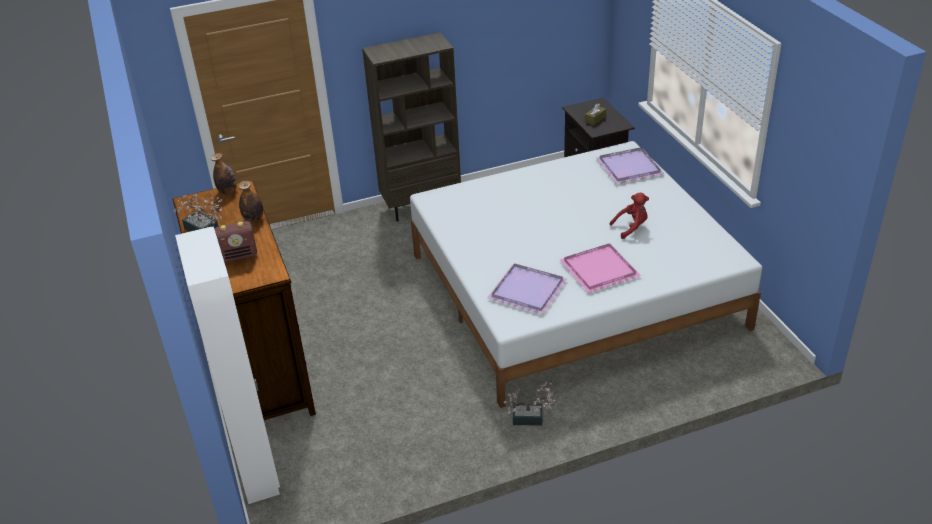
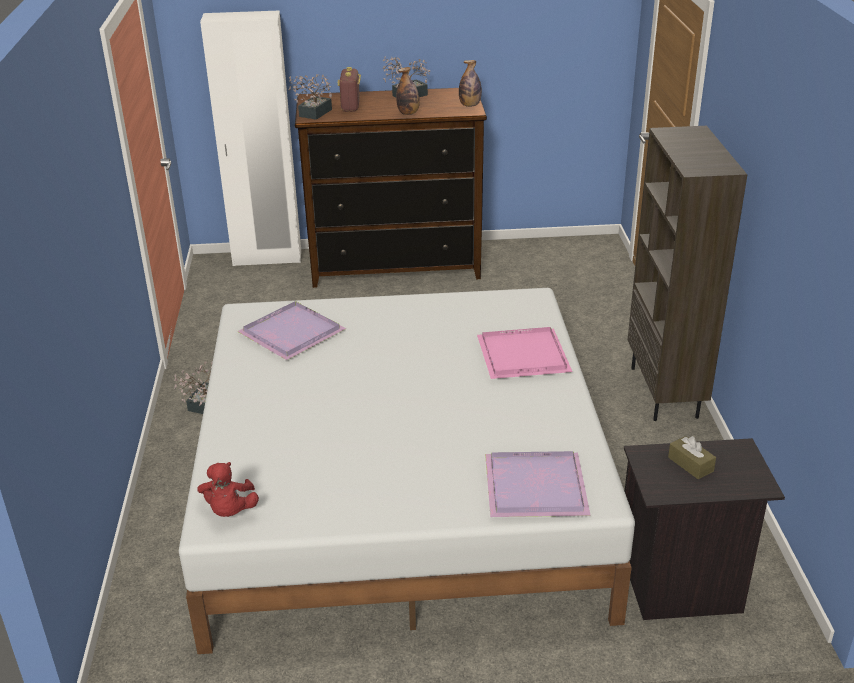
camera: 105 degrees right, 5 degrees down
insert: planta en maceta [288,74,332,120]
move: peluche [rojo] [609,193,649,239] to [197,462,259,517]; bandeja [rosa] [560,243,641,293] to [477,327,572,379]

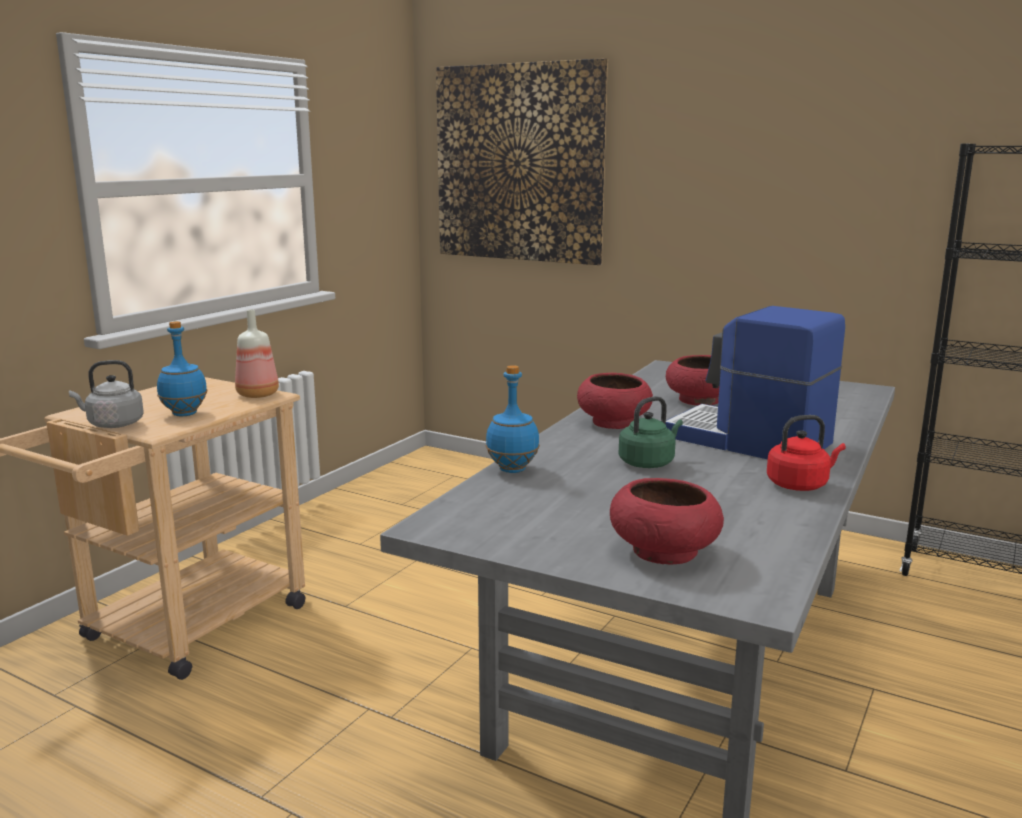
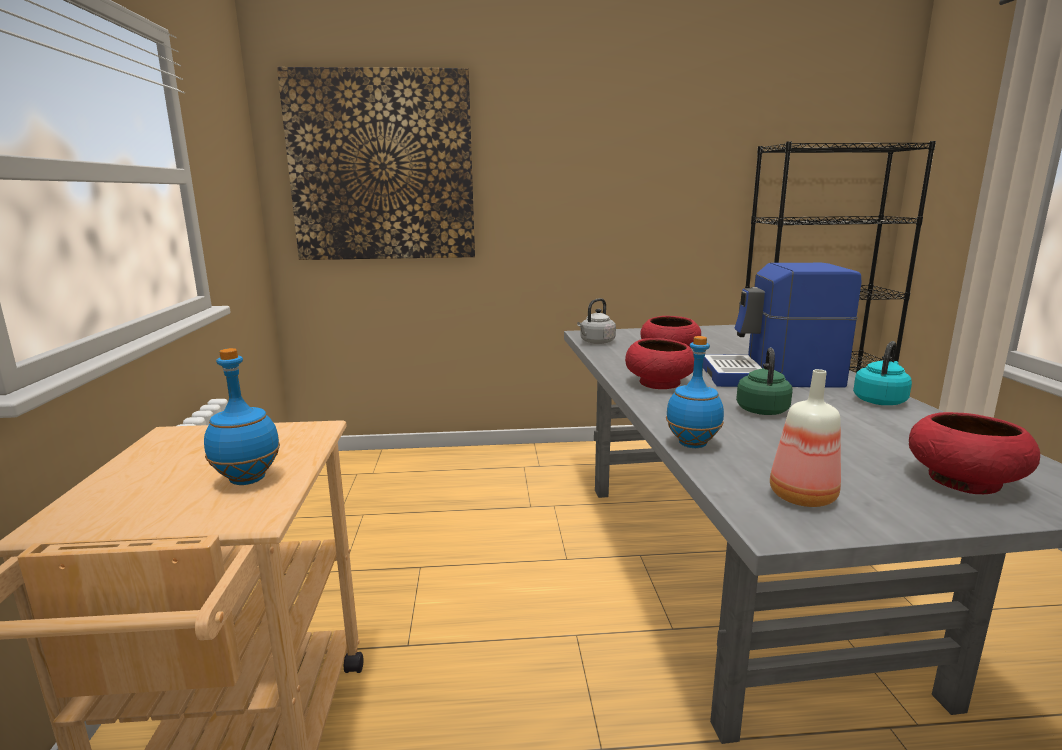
camera: 35 degrees left, 0 degrees up
move: hervidor [gris] [69,360,144,428] to [577,298,616,344]; botella [235,309,279,398] to [770,369,841,507]
recolor: hervidor [rojo] [767,415,846,491] to hervidor [turquesa] [853,341,912,405]

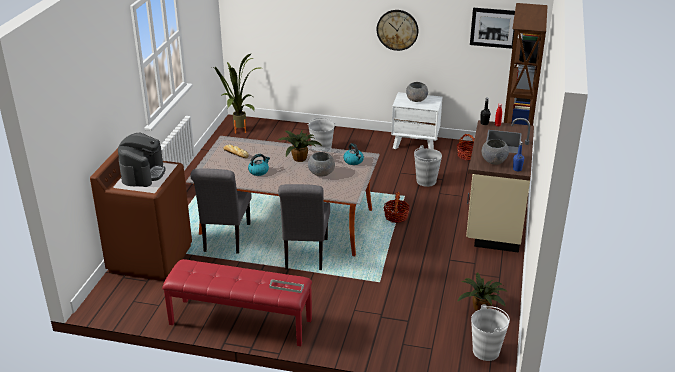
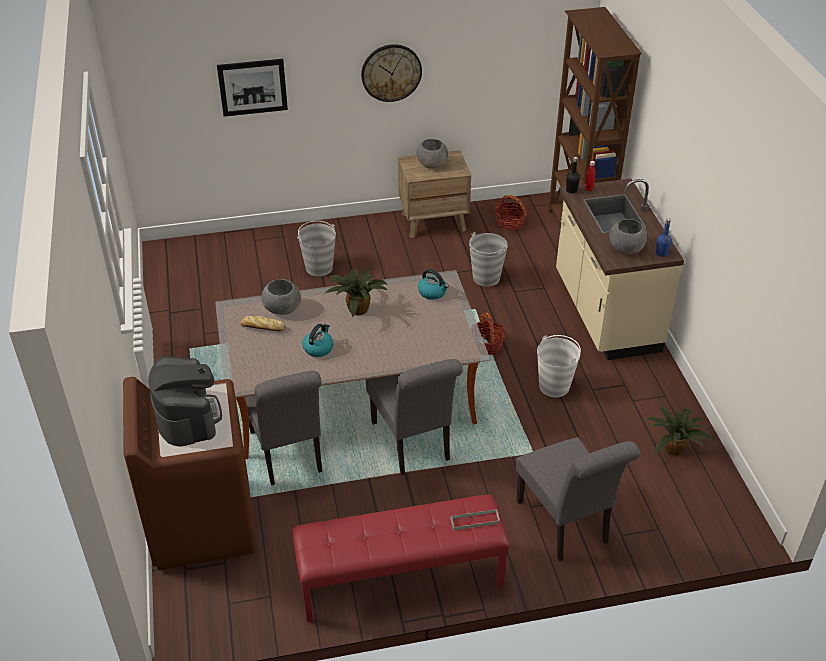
camera: 25 degrees left, 10 degrees up
delete: planta en maceta [212,54,261,134]
insert: silla [gris] [515,437,640,561]
move: cuadro [470,8,515,49] to [217,59,288,117]; cuenco [gris] [308,152,335,177] to [261,279,301,315]; cubo [blanco] [471,304,510,361] to [537,335,581,397]
recolor: mesita de noche [blanco] [391,92,442,149] to mesita de noche [marrón] [398,150,471,238]

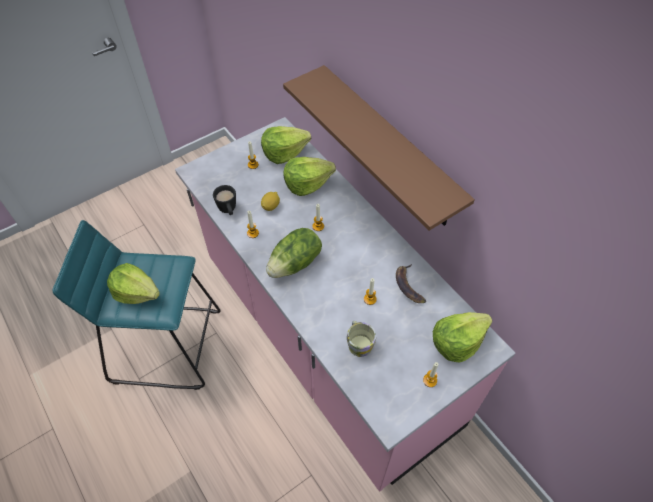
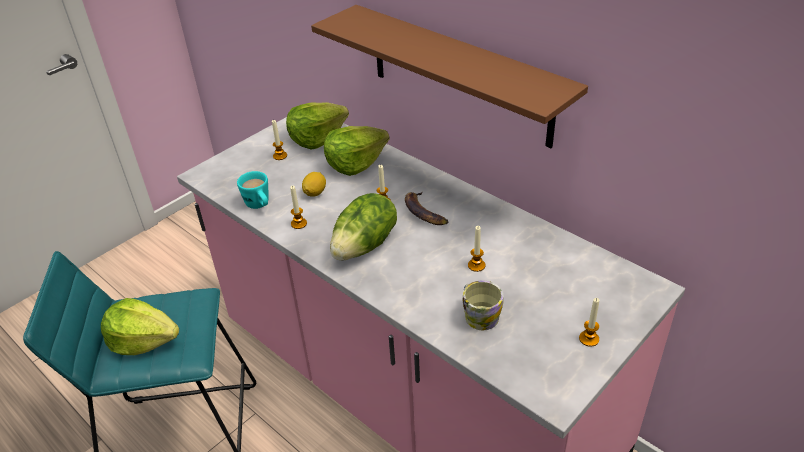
camera: 10 degrees left, 15 degrees down
delete: lechuga [433,312,493,362]
move: plátano [396,264,426,303] to [405,192,448,225]
recolor: taza grande [negro] [213,185,236,215] to taza grande [turquesa] [237,171,269,209]

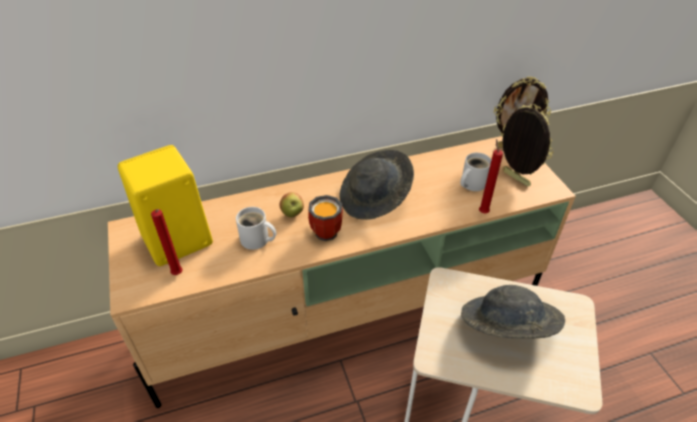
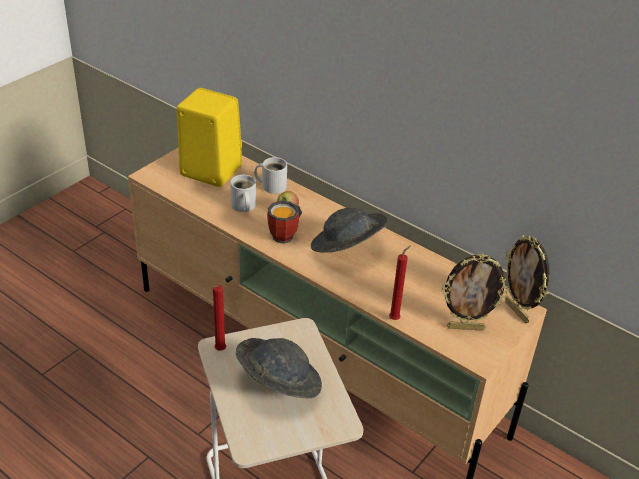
camera: 55 degrees right, 5 degrees down
move: vela [rojo] [151,209,182,275] to [213,285,226,351]; taza grande [blanco] [460,153,491,191] to [254,157,287,194]
rotate: portarretratos [503,104,553,187] = [441,254,509,331] 75 degrees clockwise

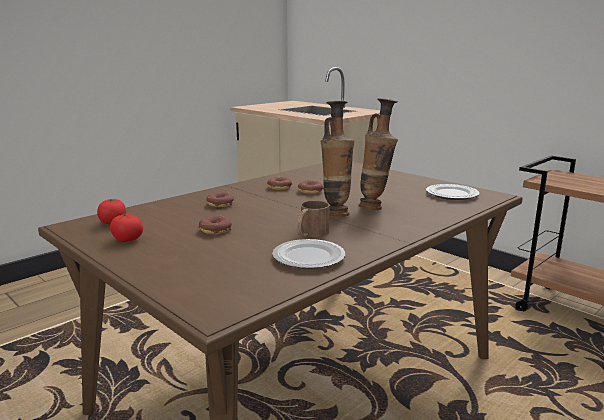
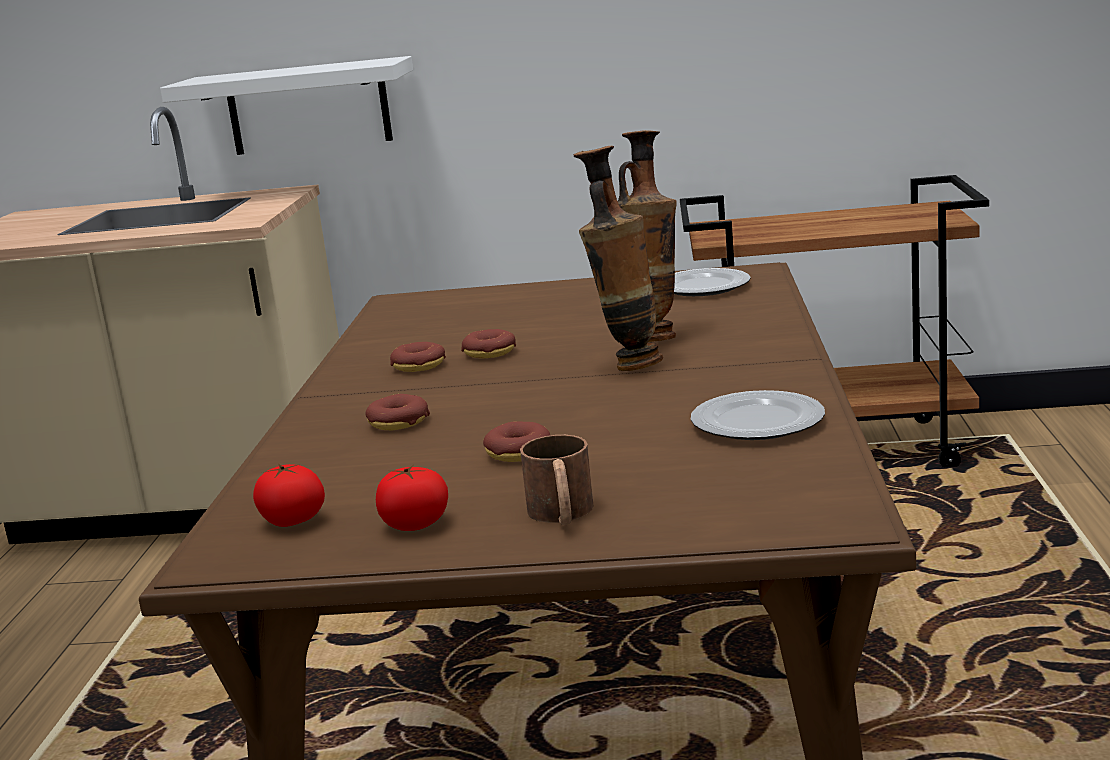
camera: 40 degrees left, 0 degrees up
insert: estante [blanco] [160,56,413,155]
move: taza grande [marrón] [297,201,330,237] to [520,435,594,525]

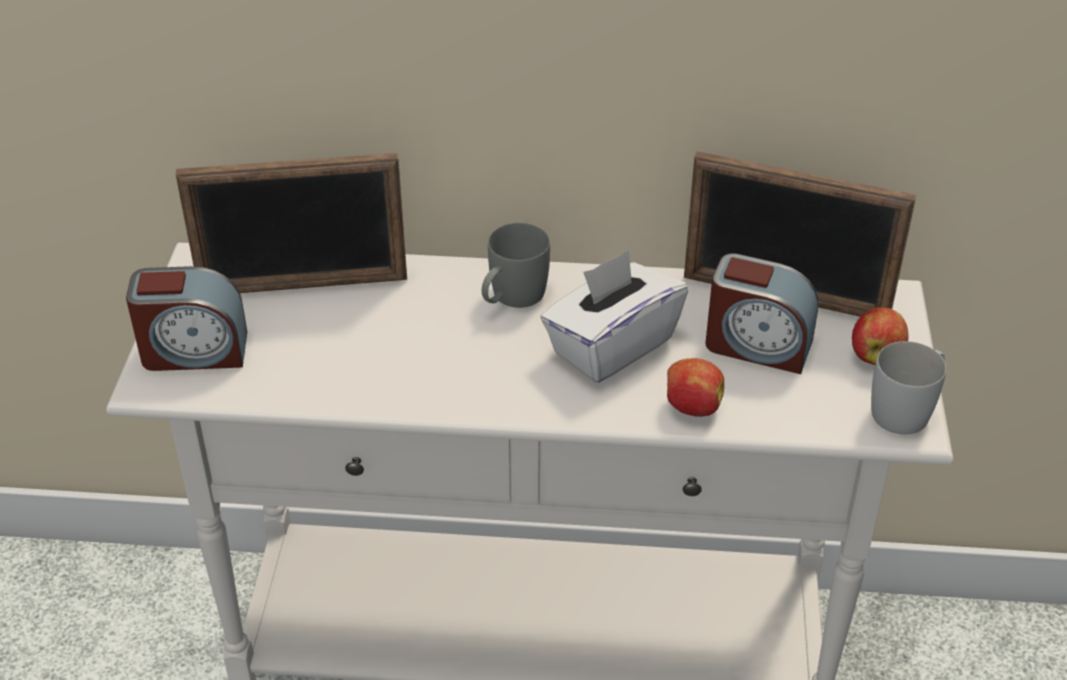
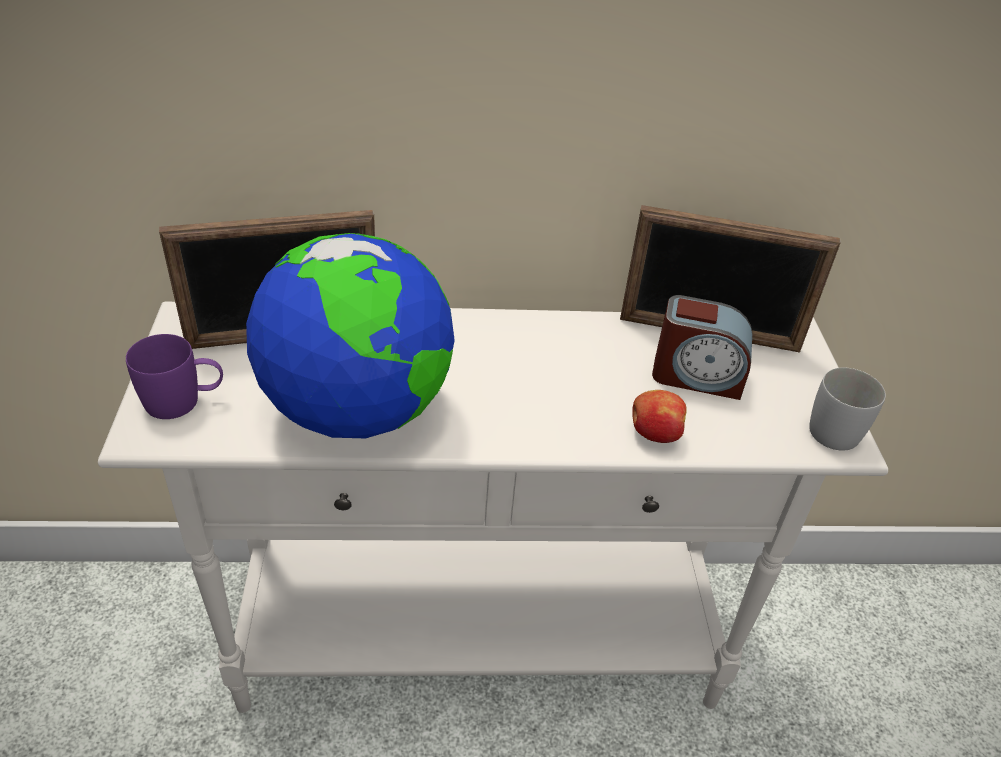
camera: 10 degrees left, 0 degrees up
delete: taza grande [gris] [482,223,550,308]; caja de pañuelos [blanco] [540,250,688,383]; manzana [852,307,908,365]
insert: globo terráqueo [246,233,455,438]
replace: despertador [126,266,247,371] to taza grande [morado] [126,334,223,419]

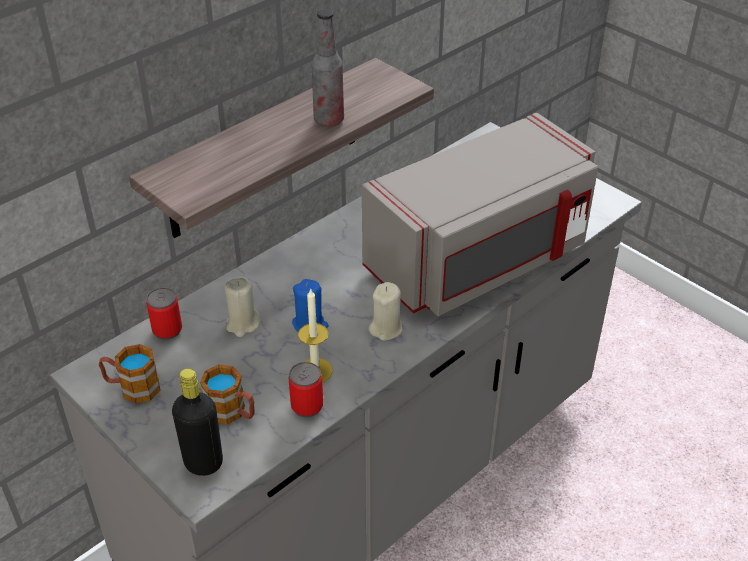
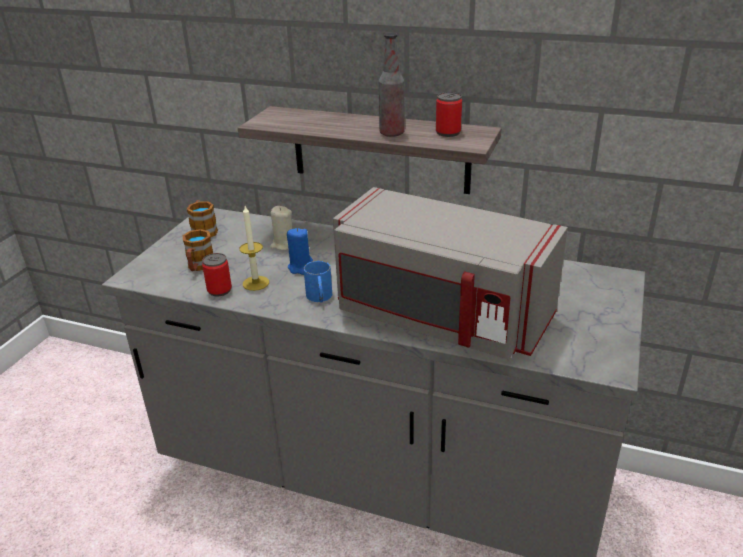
camera: 65 degrees right, 10 degrees down
delete: botella [negro] [172,369,223,476]
move: lata [146,288,182,340] to [436,92,462,137]
replace: vela [beis] [369,282,402,341] to taza grande [azul] [304,261,332,302]

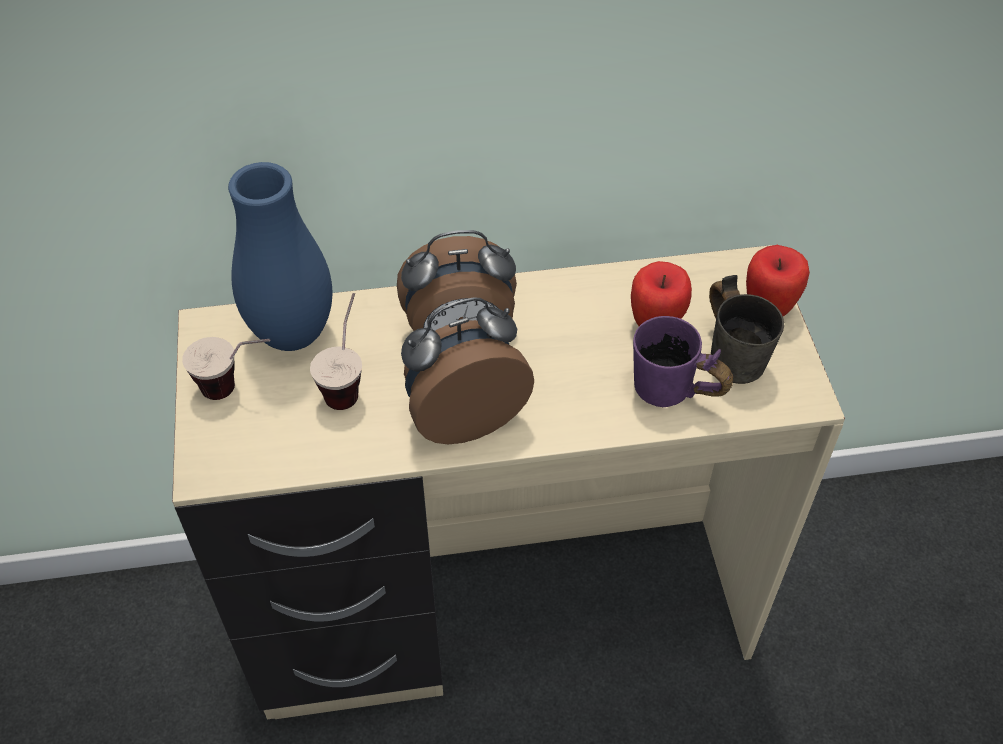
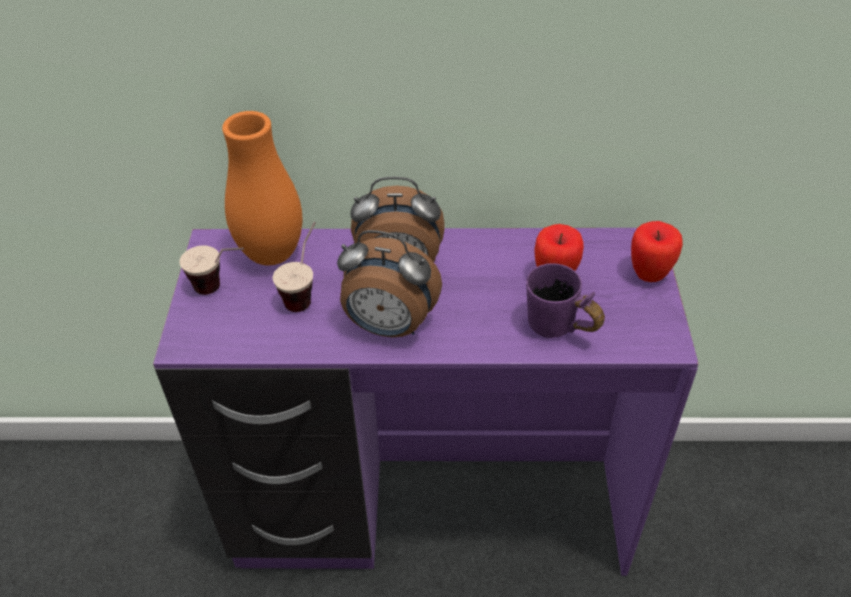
camera: 10 degrees right, 5 degrees down
delete: taza grande [gris] [709,275,784,384]
recolor: escritorio [beis] [172,245,845,719] to escritorio [morado] [153,228,699,576]; florero [azul] [228,162,333,351] to florero [naranja] [222,111,302,265]
rotate: despertador [401,297,534,444] = [337,230,442,337] 150 degrees counterclockwise

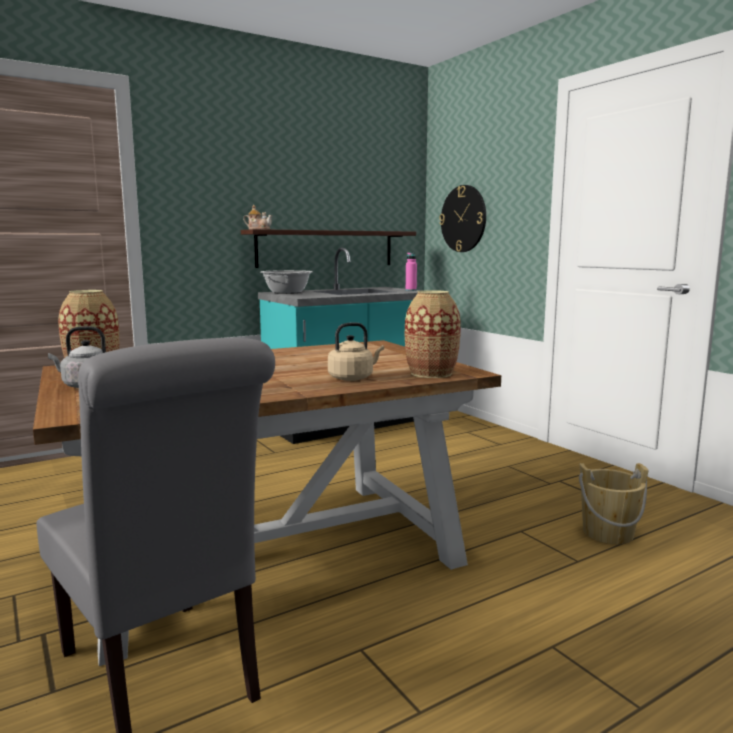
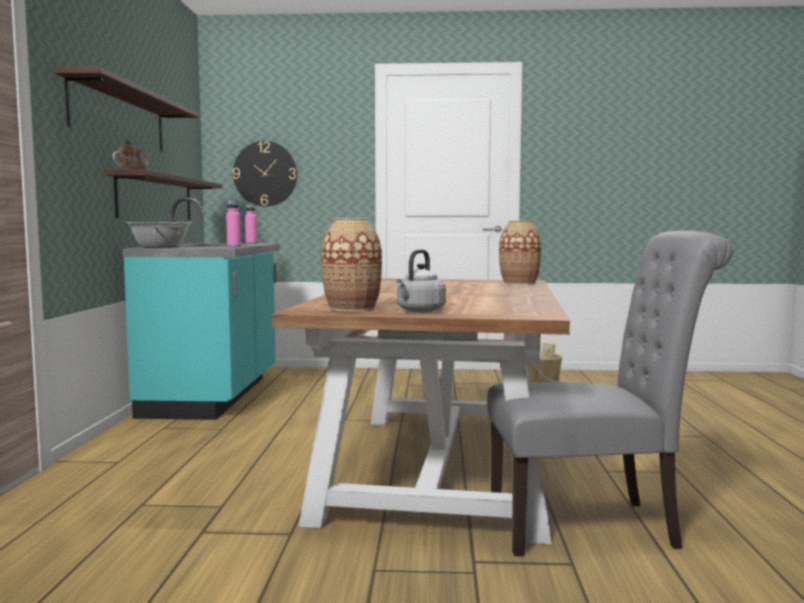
camera: 55 degrees left, 5 degrees down
delete: hervidor [beis] [328,323,384,381]
insert: estante [54,66,199,152]; botella [rosa] [226,201,241,247]

